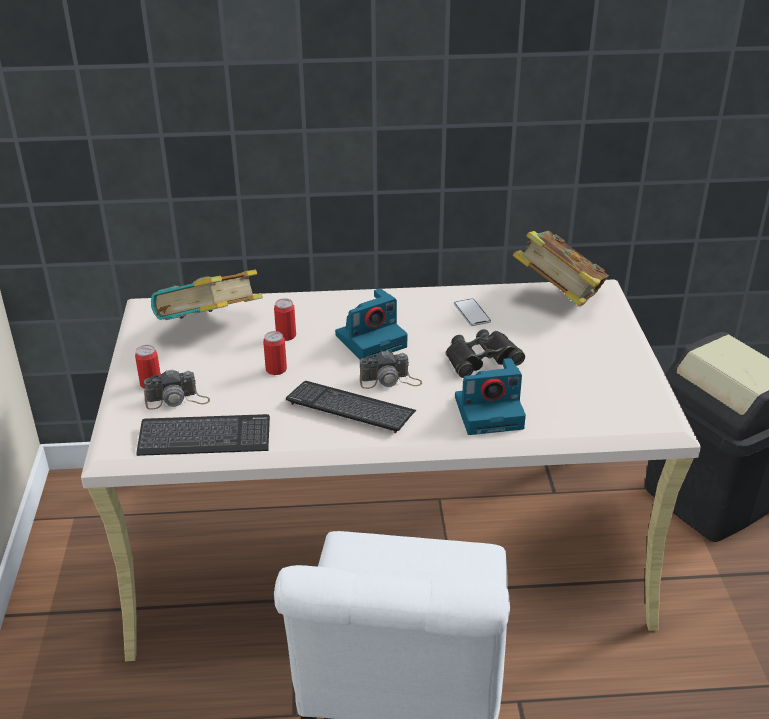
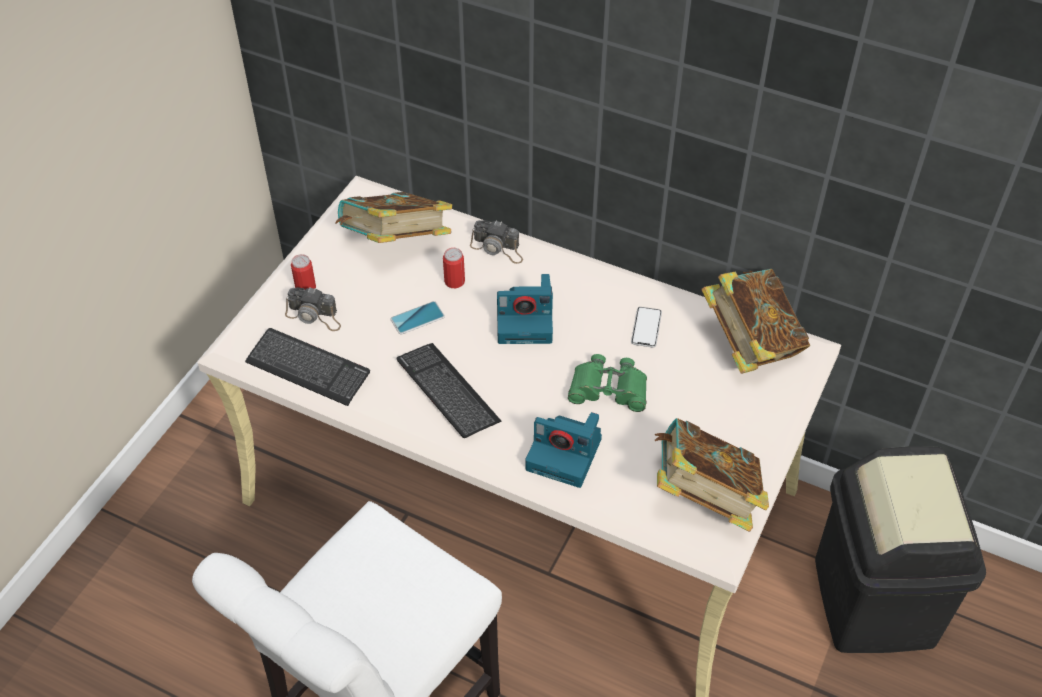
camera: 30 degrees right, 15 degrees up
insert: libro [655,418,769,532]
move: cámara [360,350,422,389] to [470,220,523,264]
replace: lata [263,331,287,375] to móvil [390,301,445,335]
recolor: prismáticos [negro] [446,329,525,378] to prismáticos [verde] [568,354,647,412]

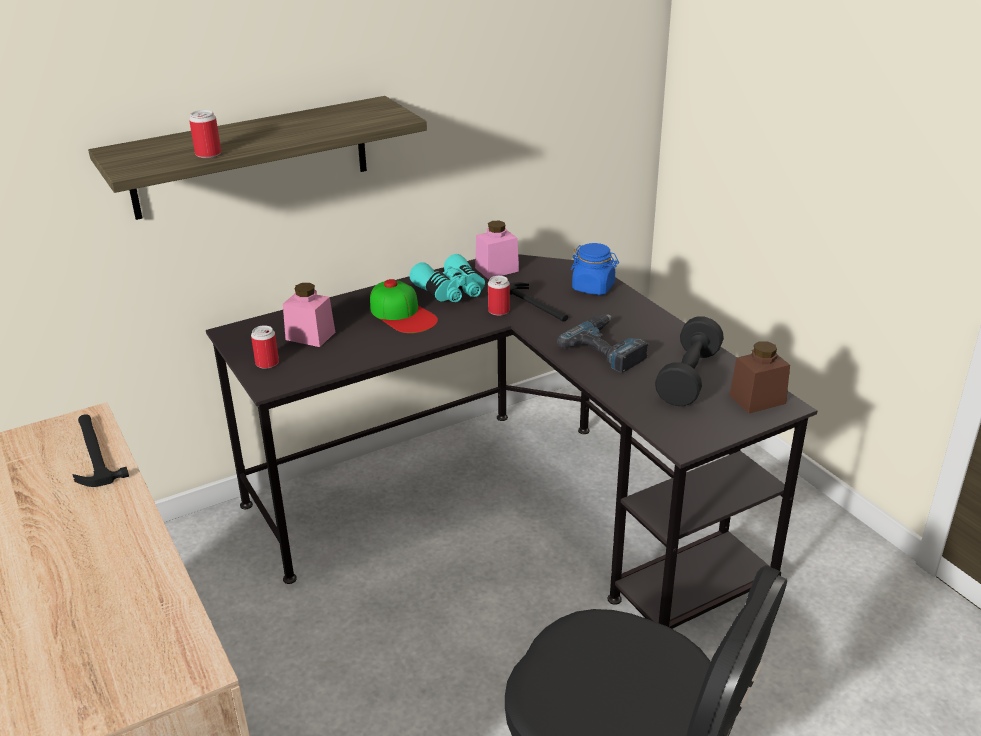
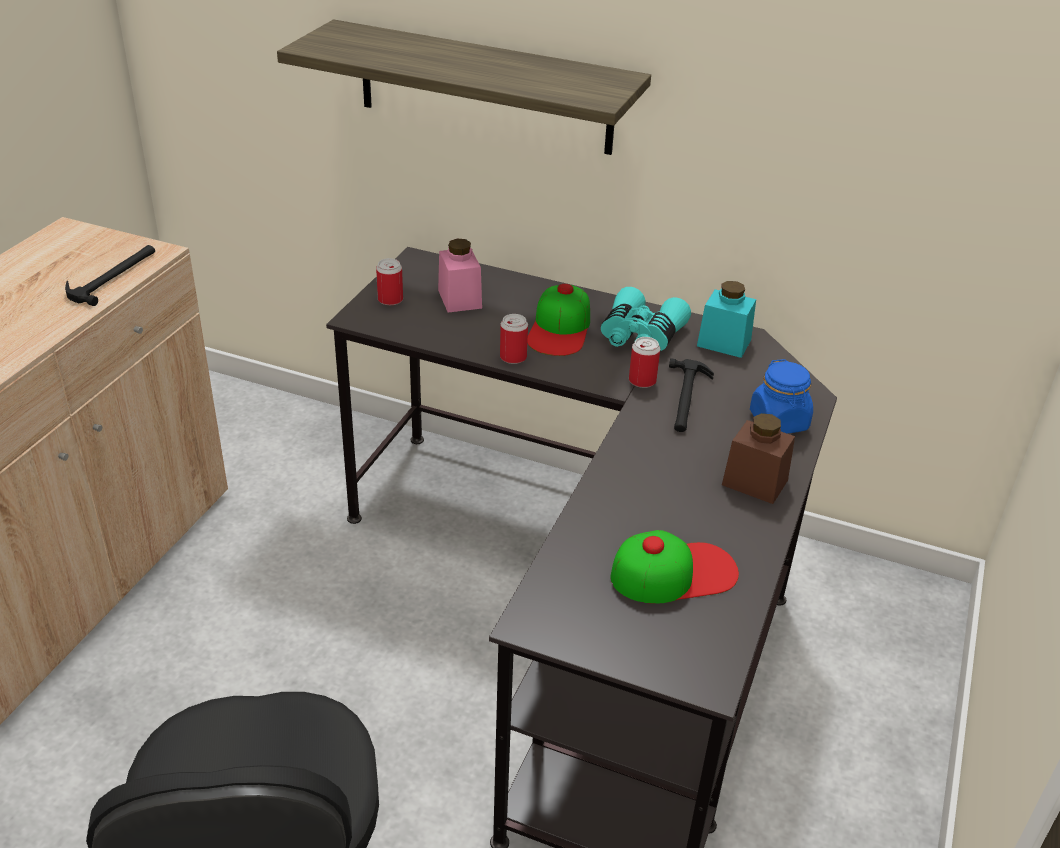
camera: 50 degrees right, 5 degrees up
delete: taladro [557,315,649,373]
move: lata [189,110,221,158] to [500,314,528,364]; tarro [marrón] [729,341,790,413] to [722,413,795,504]
replace: mancuerna [negro] [655,317,724,406] to gorra [611,530,739,604]
recolor: tarro [rosa] [475,221,519,279] to tarro [turquesa] [697,281,756,358]

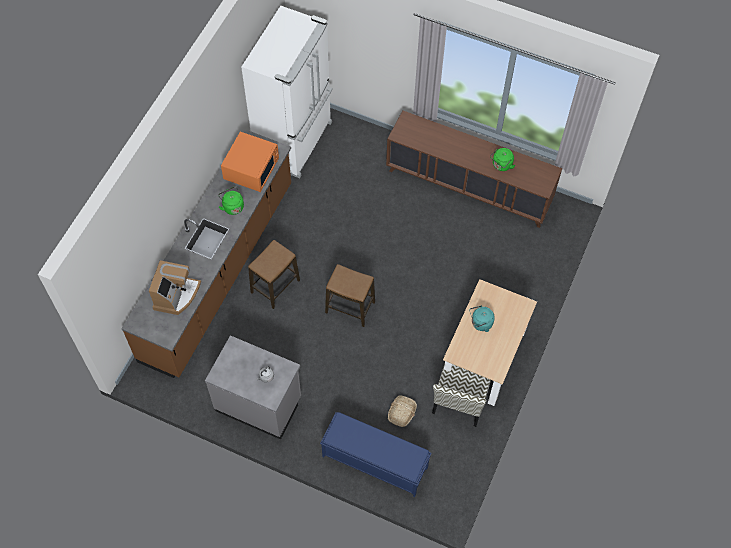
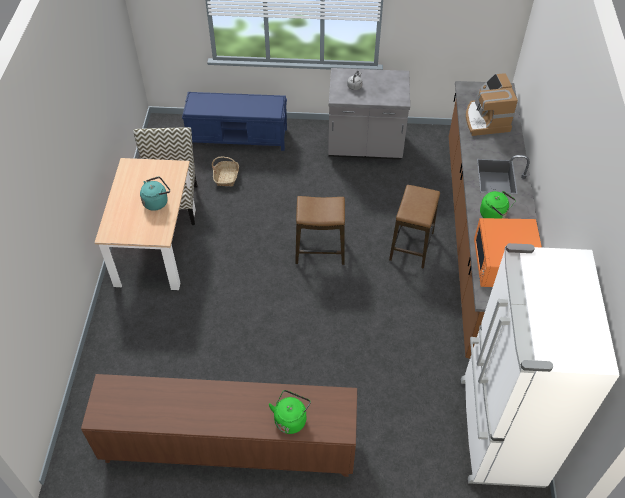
camera: 160 degrees right, 10 degrees down
move: hervidor [verde] [490,148,515,171] to [269,390,311,434]

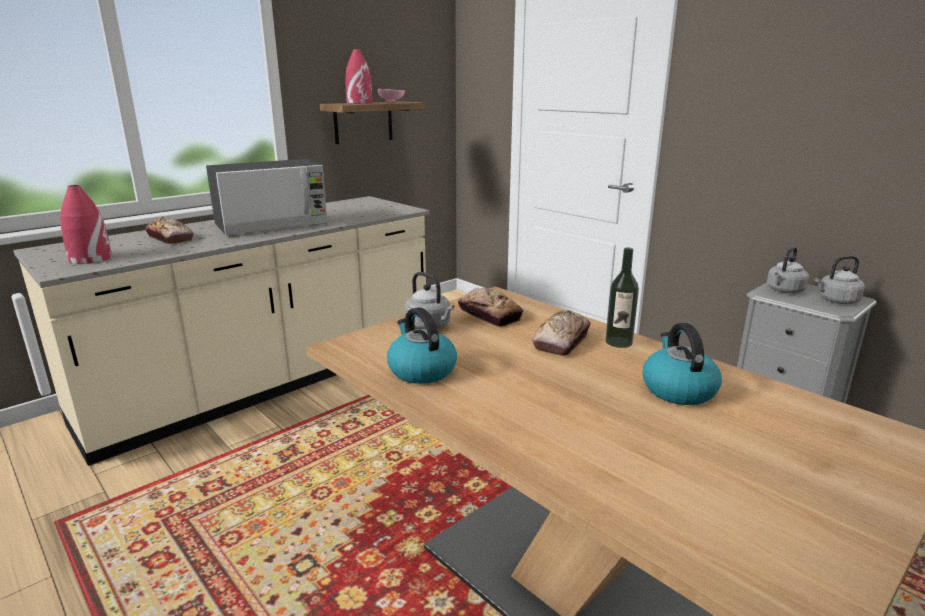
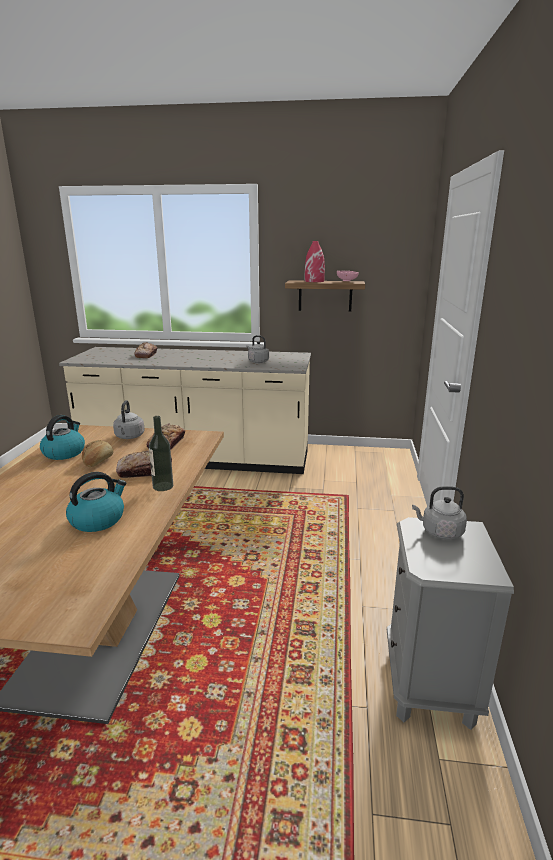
camera: 50 degrees right, 0 degrees up
delete: florero [rojo] [60,185,112,264]; microondas [206,159,328,235]
insert: pan [82,440,113,467]
move: hervidor [gris] [815,256,865,304] to [246,335,269,363]

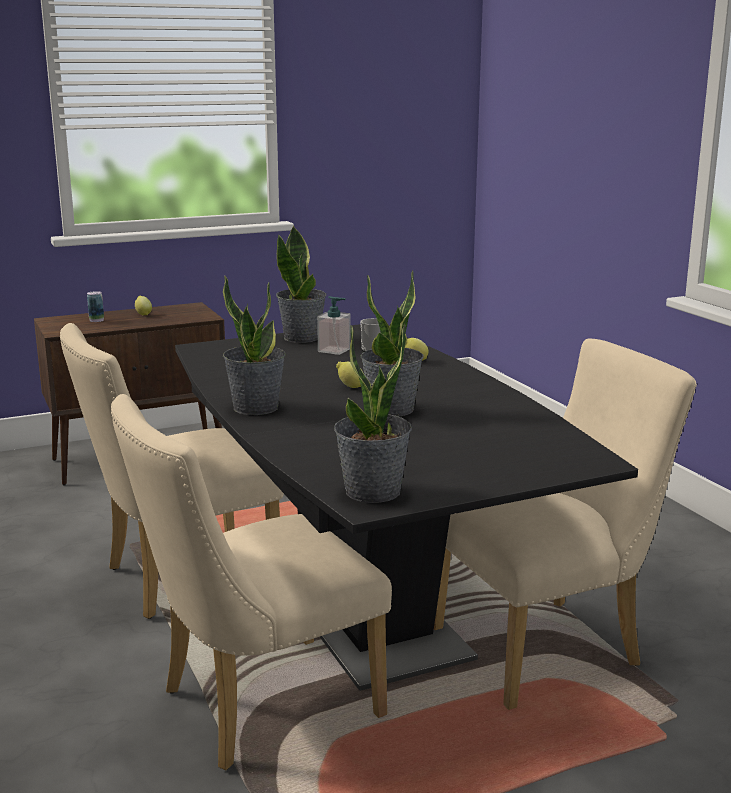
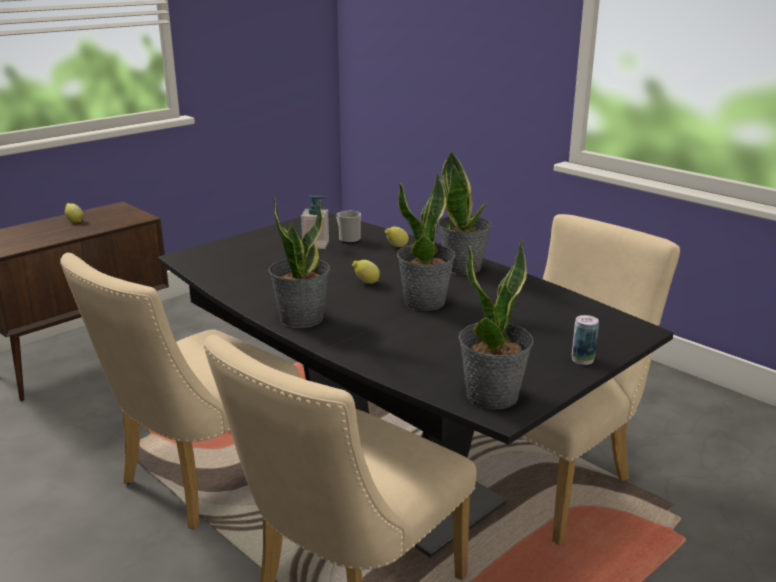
camera: 20 degrees left, 5 degrees up
move: planta en maceta [276,225,326,343] to [438,151,492,275]; lata [87,291,104,322] to [572,315,599,365]

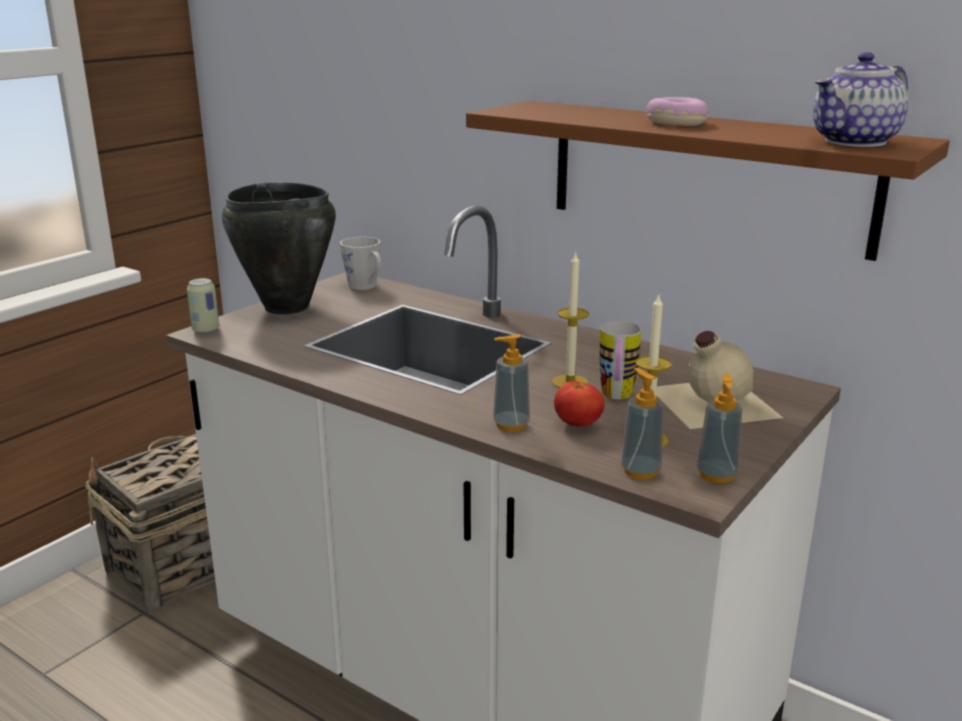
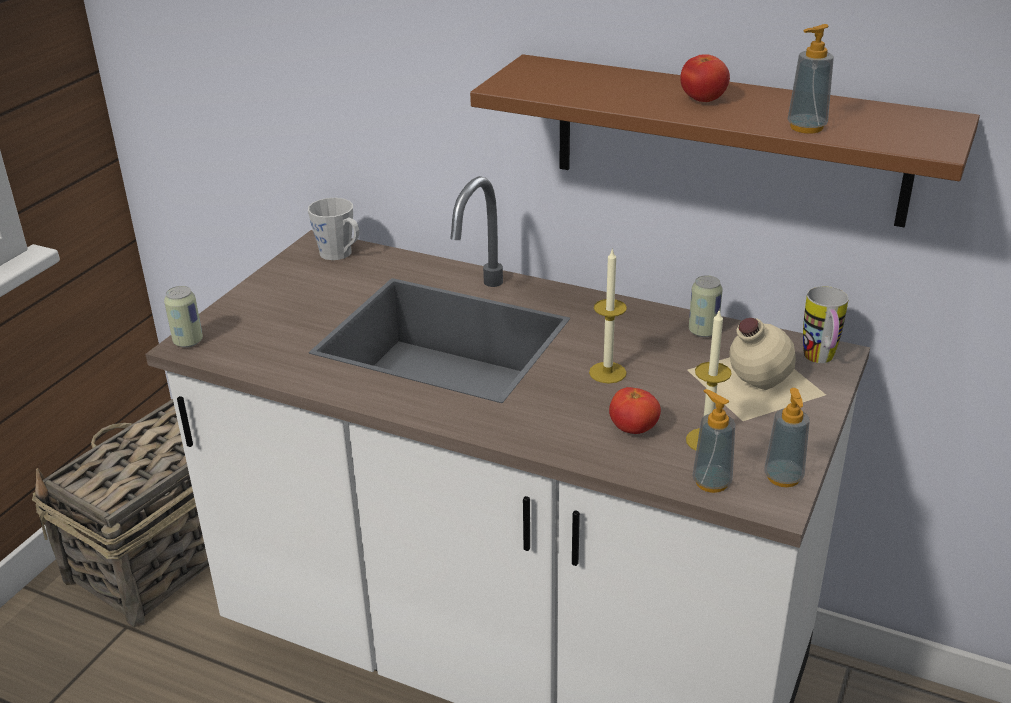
camera: 10 degrees left, 10 degrees up
delete: olla [negro] [222,182,336,314]; tetera [813,52,908,147]
insert: lata [689,275,723,337]
move: dispensador de jabón [493,334,530,432] to [788,24,834,134]; taza grande [599,321,641,400] to [803,286,849,363]
replace: rosquilla [647,97,709,126] to tomate [680,54,730,102]

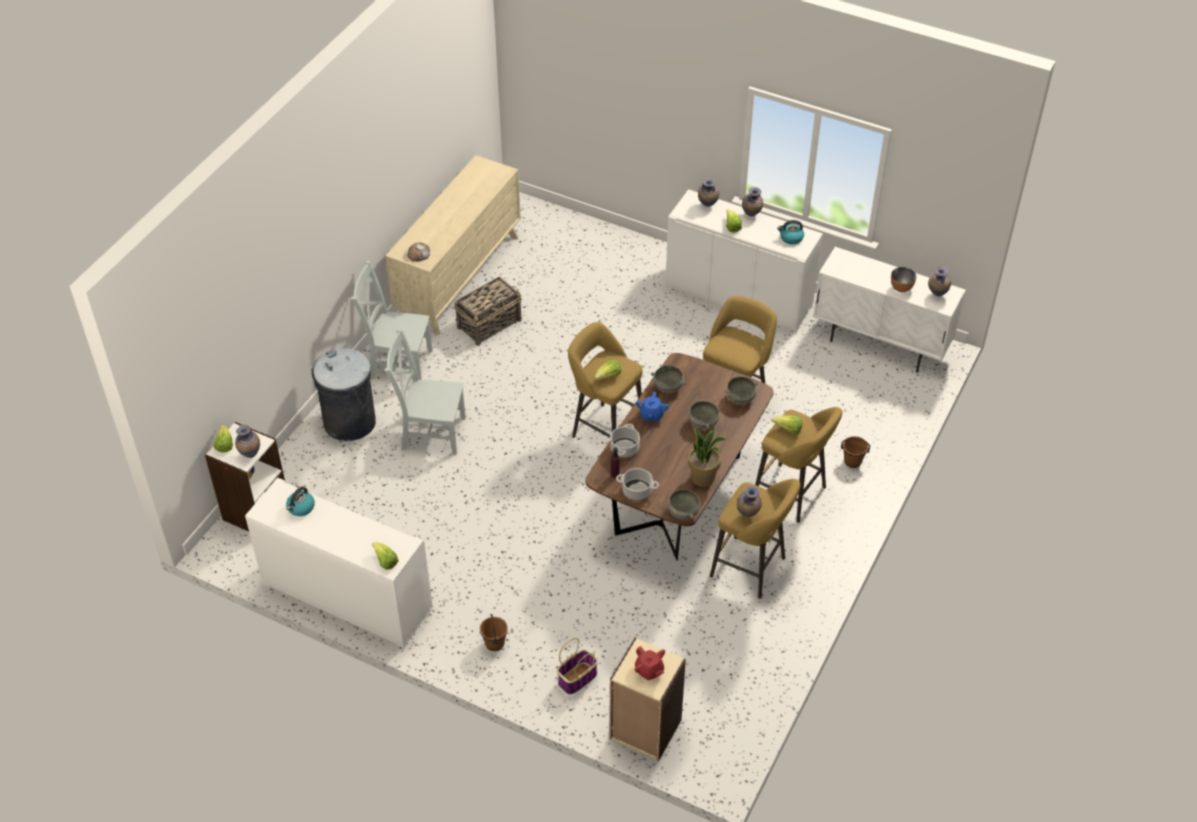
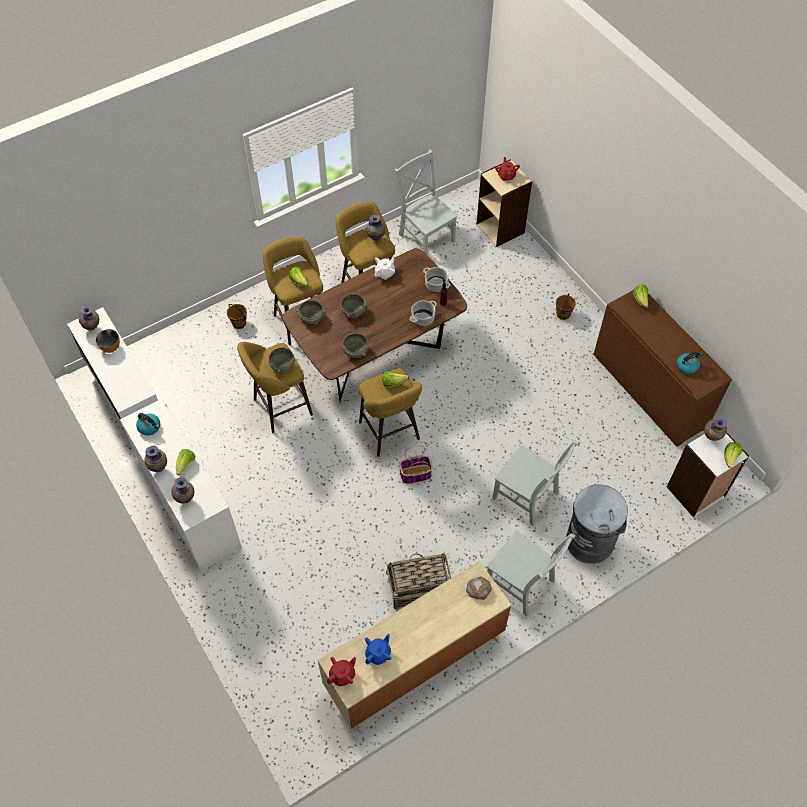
camera: 150 degrees left, 10 degrees up
insert: tetera [rojo] [327,657,356,686]; silla [gris] [395,150,458,254]
move: cuenco [gris] [668,489,700,519] to [268,346,295,373]; tetera [azul] [636,392,669,422] to [365,634,391,665]; cesta [557,638,598,695] to [399,445,433,484]
replace: planta en maceta [688,427,727,487] to tetera [blanco] [374,256,395,280]
recolor: armario [blanco] [245,478,433,648] to armario [marrón] [593,290,732,447]

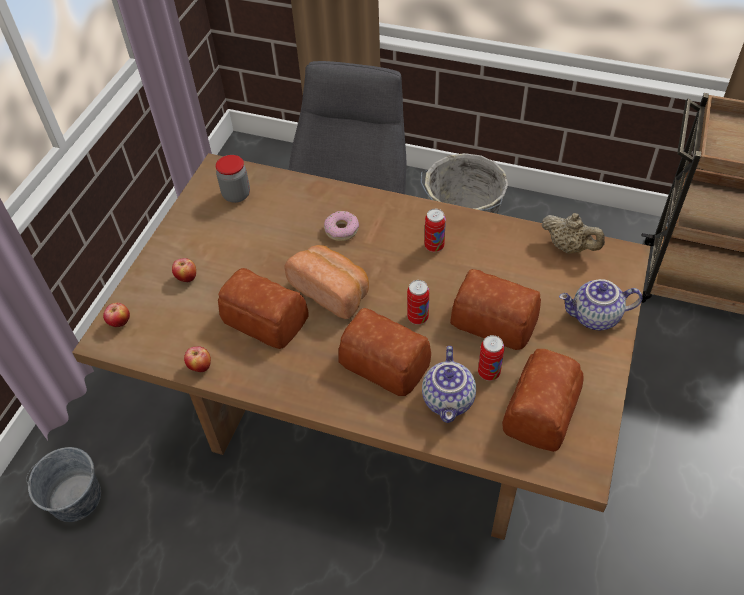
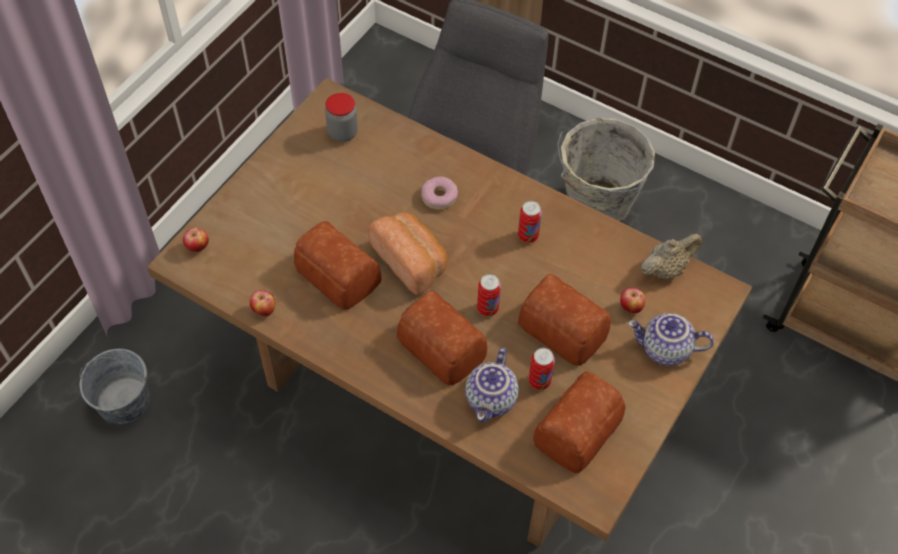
camera: 10 degrees right, 5 degrees up
move: manzana [172,258,196,282] to [620,288,645,314]
rotate: tetera [beis] [541,213,605,254] = [641,233,702,279] 75 degrees counterclockwise

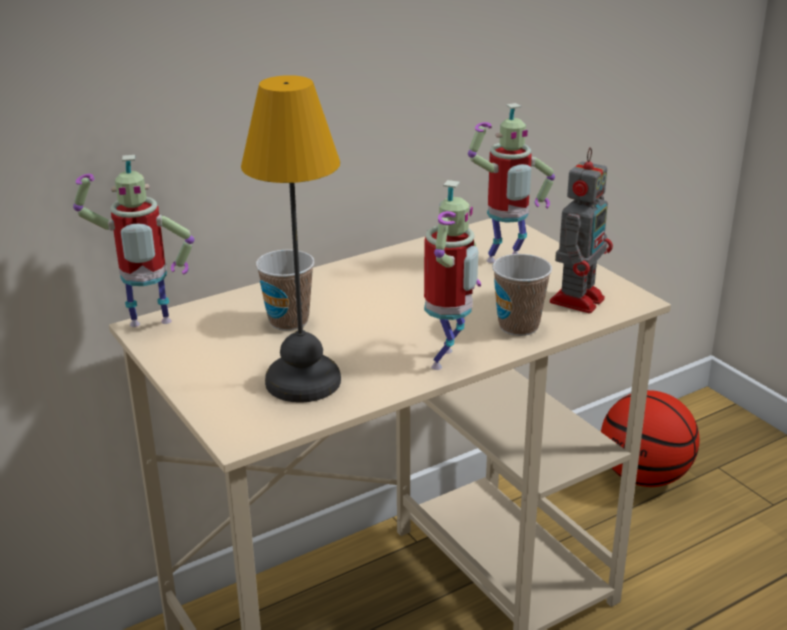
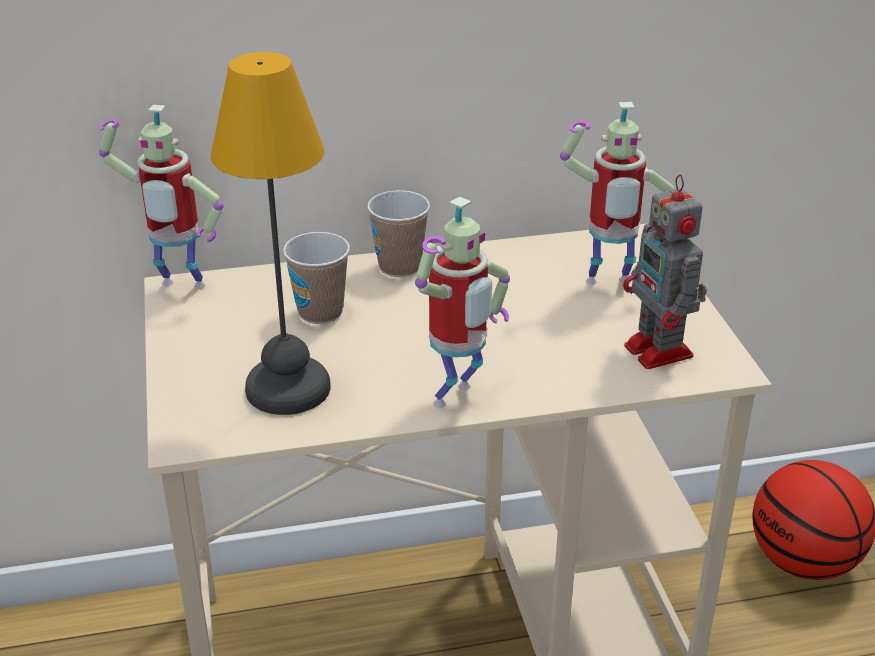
camera: 20 degrees right, 5 degrees up
move: taza [492,254,552,336] to [367,190,430,277]
rotate: robot de juguete [550,147,613,313] = [623,174,707,369] 105 degrees clockwise

